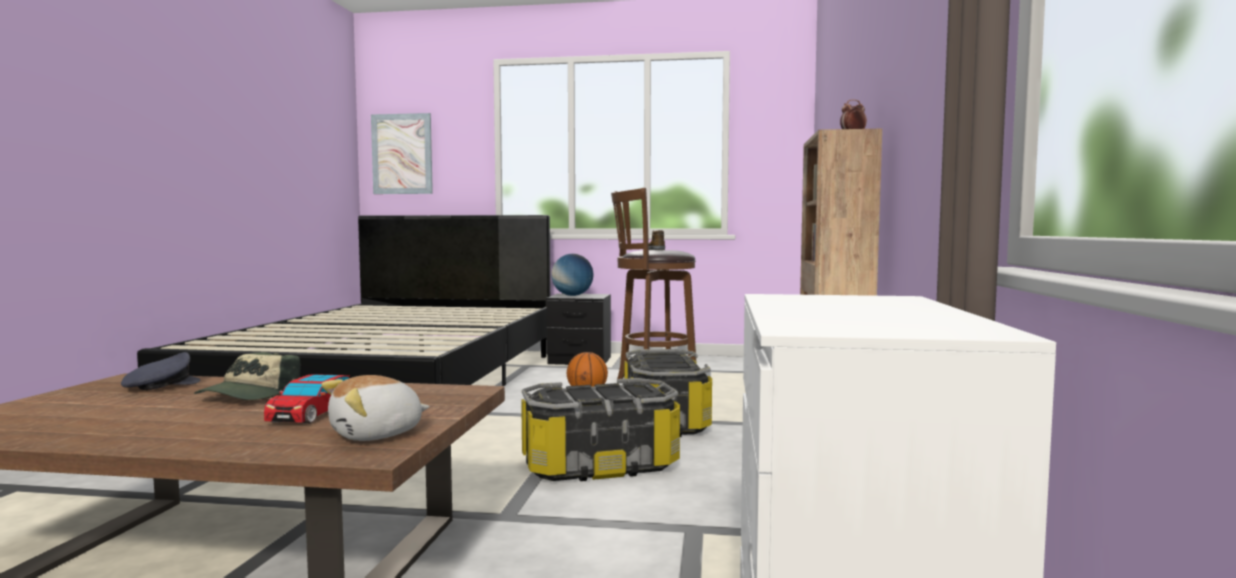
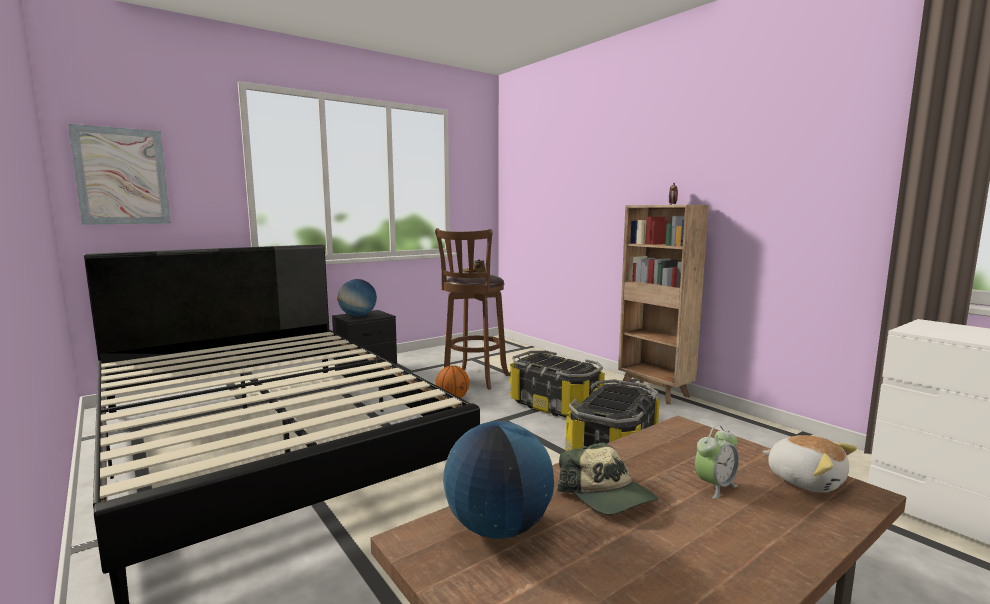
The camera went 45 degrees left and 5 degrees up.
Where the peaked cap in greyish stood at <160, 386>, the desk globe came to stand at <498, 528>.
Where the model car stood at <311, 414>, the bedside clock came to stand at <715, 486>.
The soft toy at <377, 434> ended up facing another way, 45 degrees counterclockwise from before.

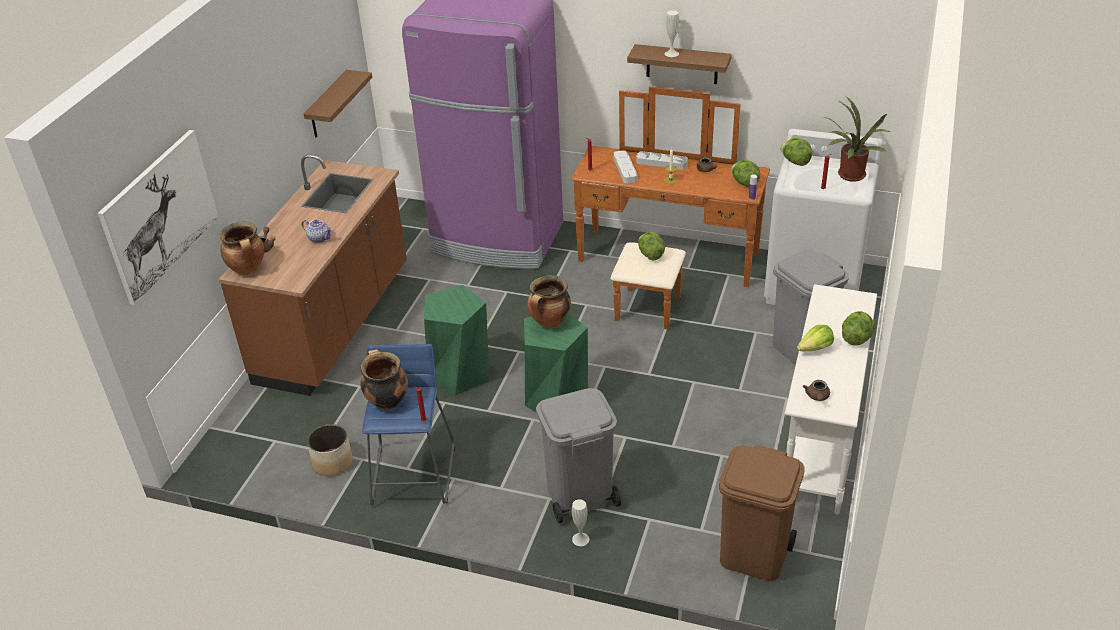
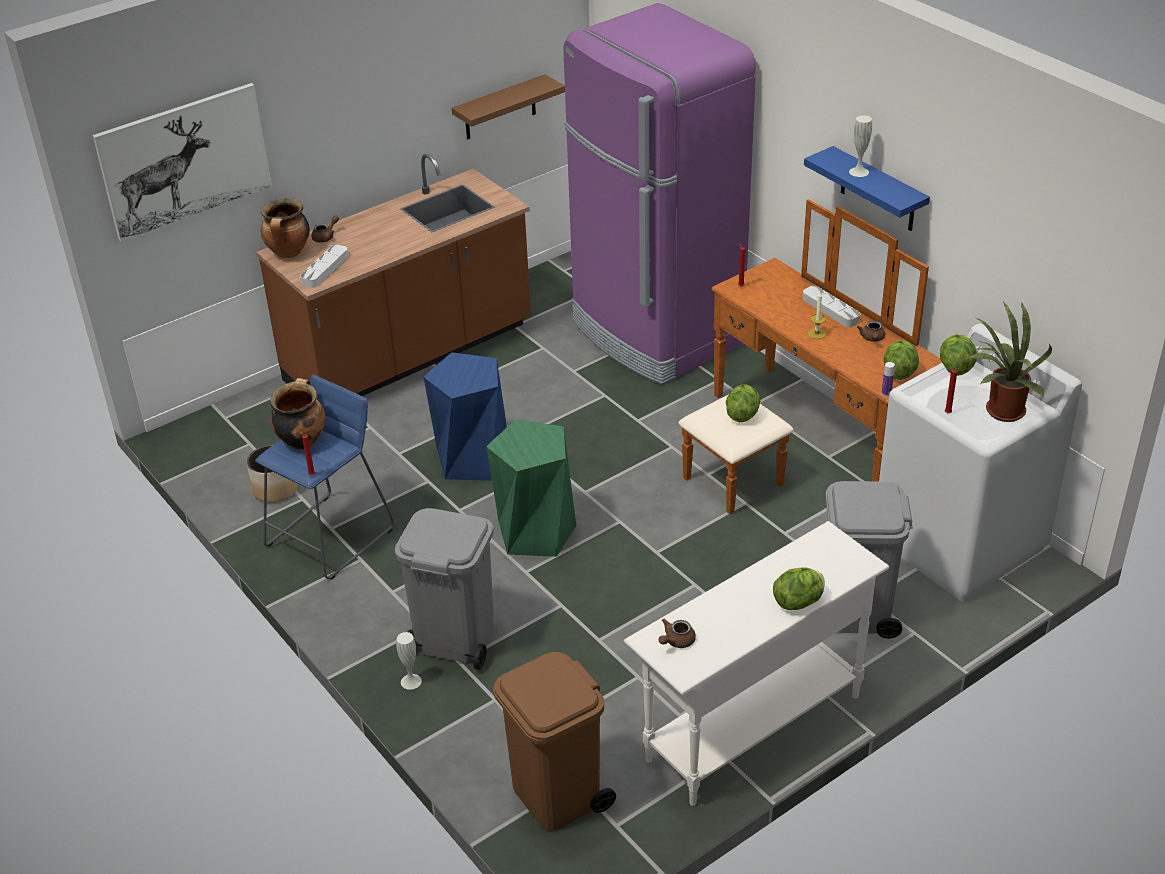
The camera went 35 degrees right and 0 degrees up.
The second view lost the pot for tea at <319, 238>.
The second view lost the cooking pot at <549, 323>.
The second view lost the head of lettuce at <815, 348>.
The tray in greyish ended up elsewhere, having gone from <625, 169> to <325, 269>.
What was the stool in greenish at <460, 373> turned into the stool in blue-coloured at <472, 459>.
What was the shelf in brownish at <682, 64> turned into the shelf in blue-coloured at <878, 190>.

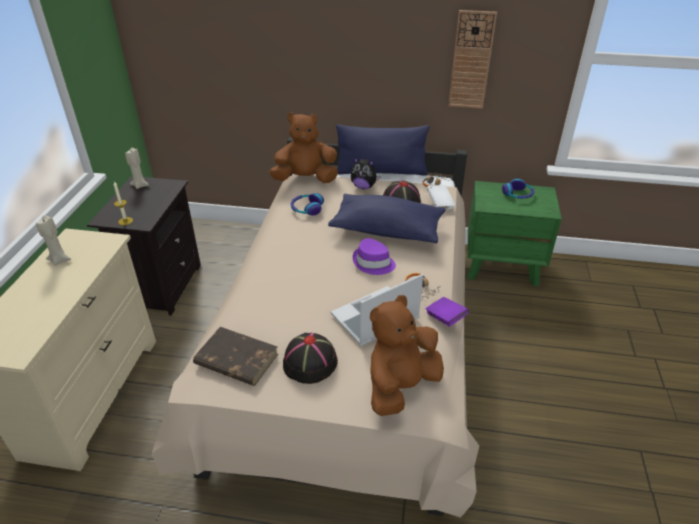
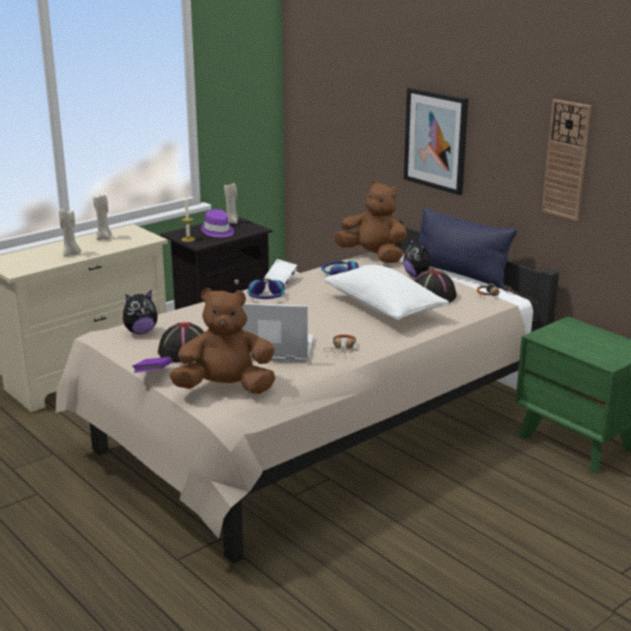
The camera went 40 degrees right and 15 degrees down.
The second view gained the wax light in beige at <71, 254>.
The second view gained the wall art at <436, 140>.
The hat in purple-coloured ended up elsewhere, having gone from <373, 263> to <217, 231>.
The book in purple-coloured ended up elsewhere, having gone from <445, 318> to <153, 374>.
The book in white-coloured ended up elsewhere, having gone from <440, 204> to <280, 281>.
The headset ended up elsewhere, having gone from <517, 194> to <266, 297>.
Where the book in brownish stood at <236, 359>, the soft toy came to stand at <140, 332>.
What was the throw pillow in blue-coloured at <387, 230> turned into the throw pillow in white-coloured at <383, 308>.

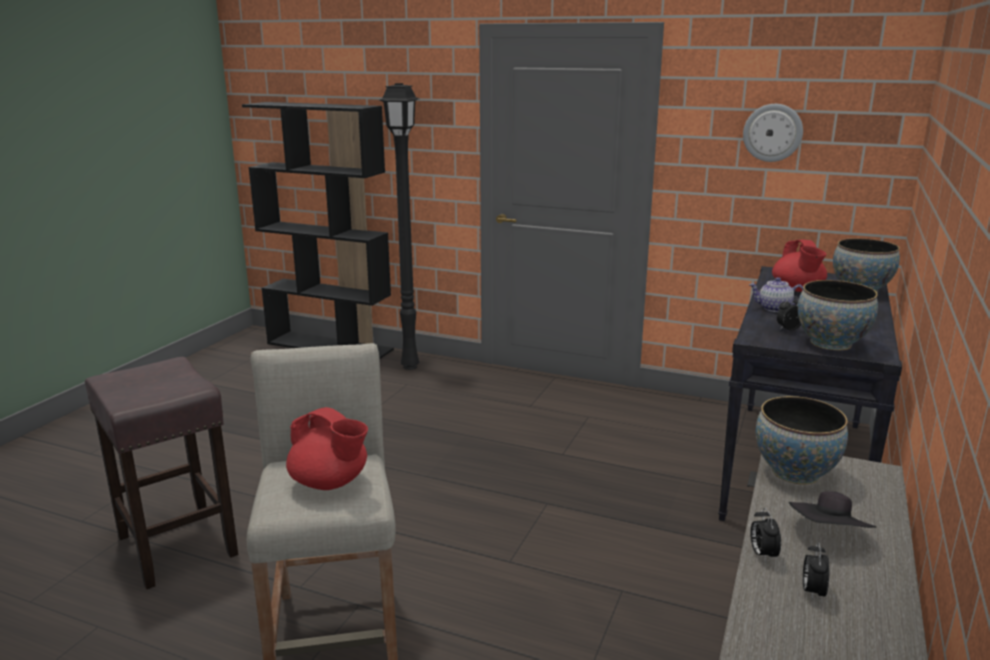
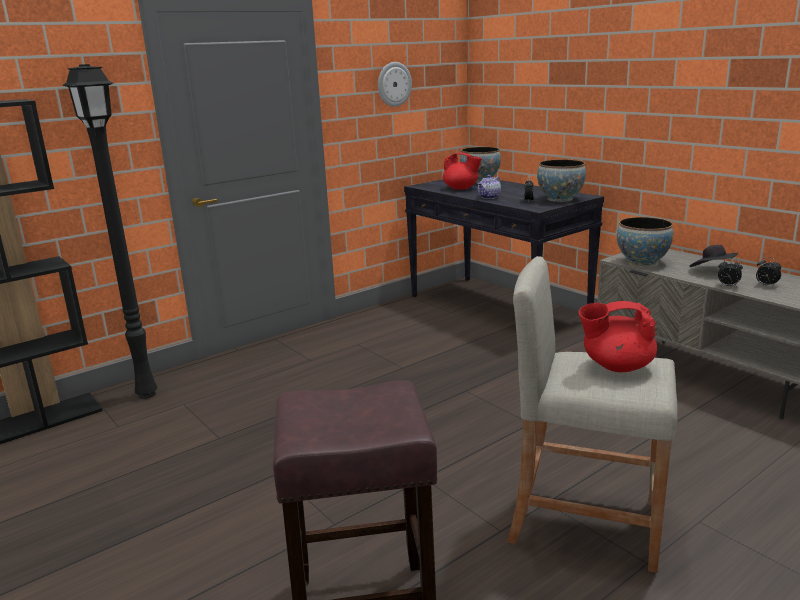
The camera went 60 degrees left and 0 degrees up.
The pot for tea in reddish at <330, 482> ended up facing another way, 150 degrees counterclockwise from before.

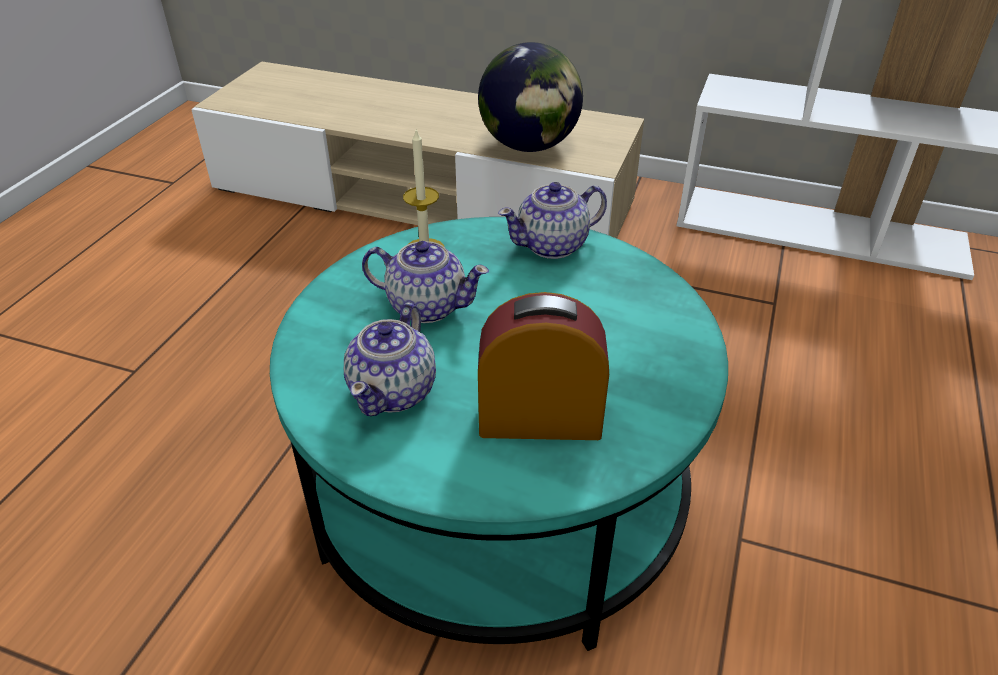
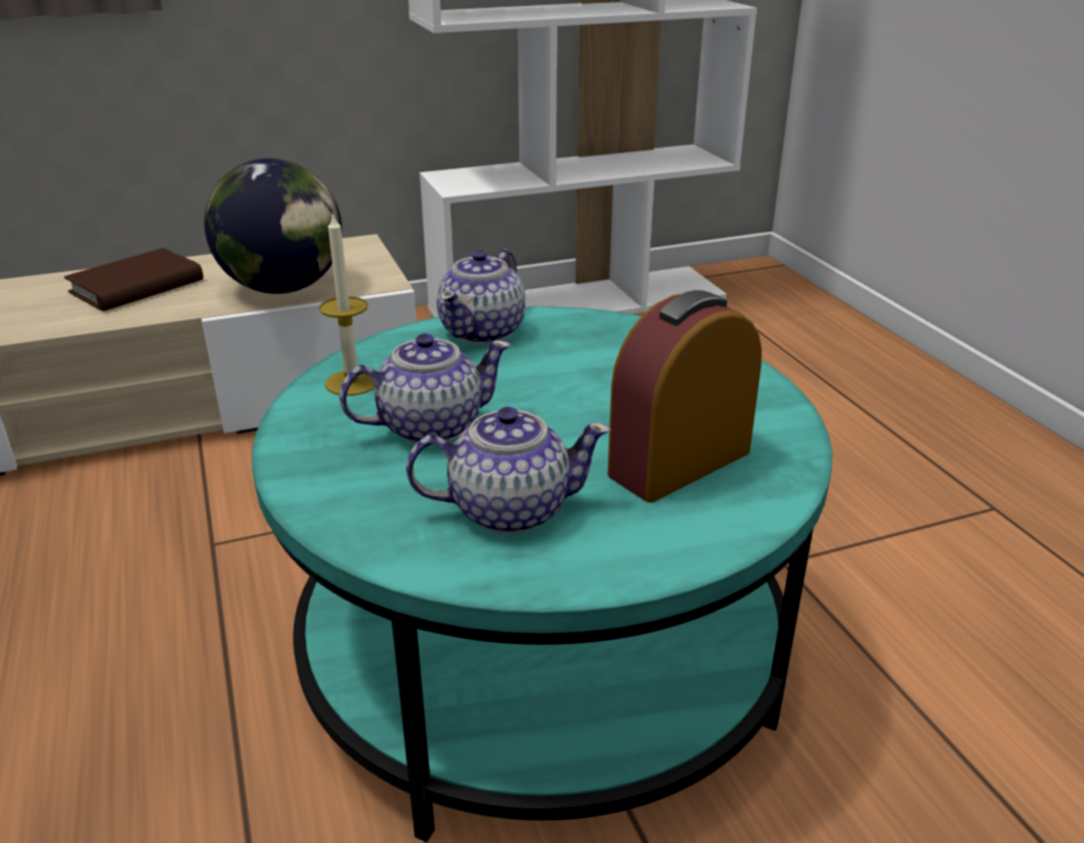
The camera went 40 degrees left and 10 degrees down.
The second view gained the book in brownish at <137, 286>.
The pot for tea at <394, 391> ended up facing another way, 75 degrees counterclockwise from before.

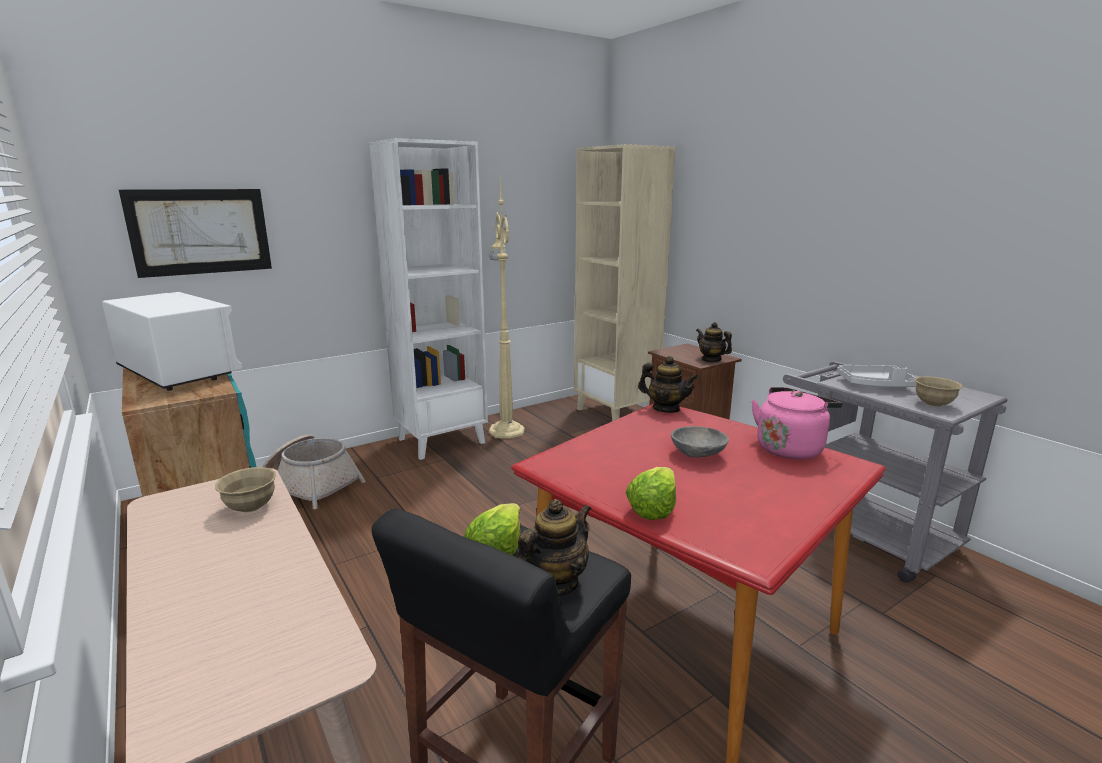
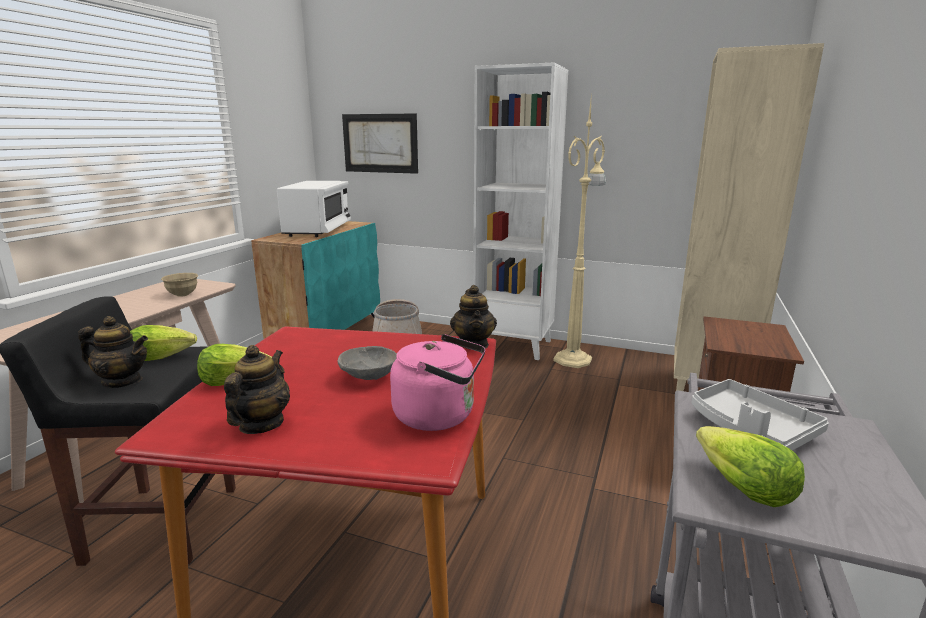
The camera went 55 degrees right and 0 degrees up.
The pot for tea ended up elsewhere, having gone from <711, 360> to <261, 424>.
Where the serving bowl in beige stood at <933, 404>, the head of lettuce came to stand at <741, 487>.

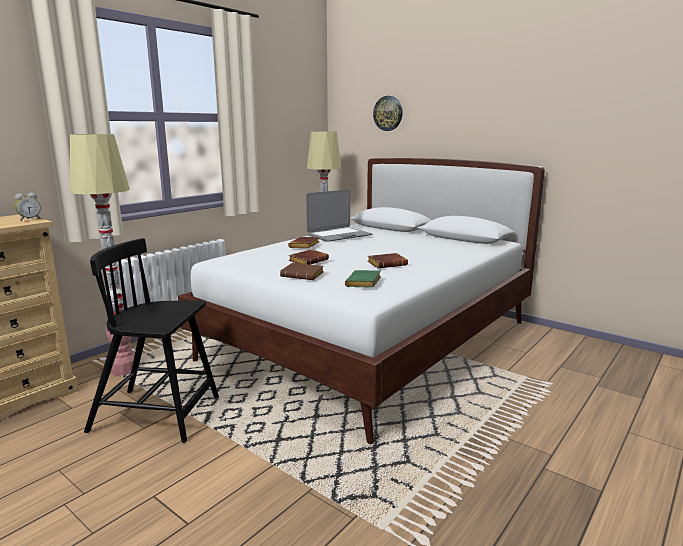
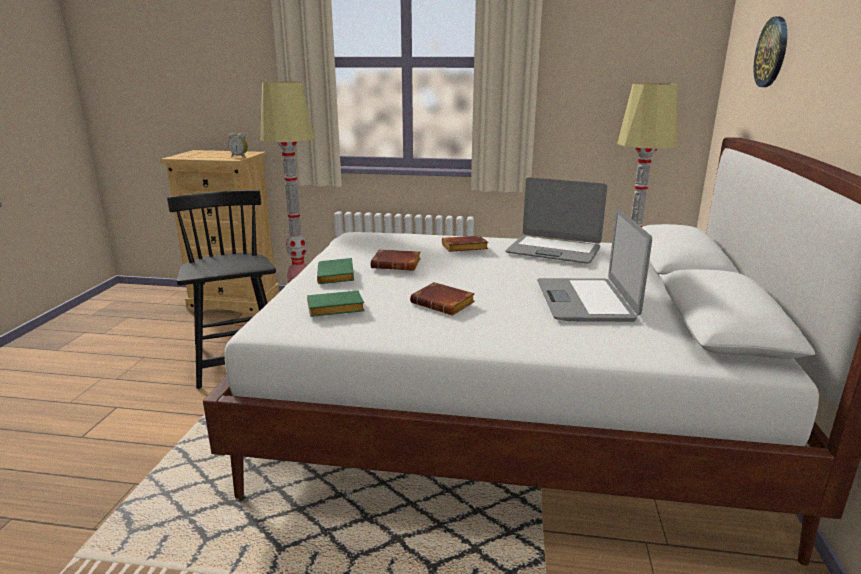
The camera went 60 degrees right and 5 degrees up.
The second view gained the notebook computer at <586, 301>.
What was the book in brownish at <303, 275> turned into the book in greenish at <337, 276>.

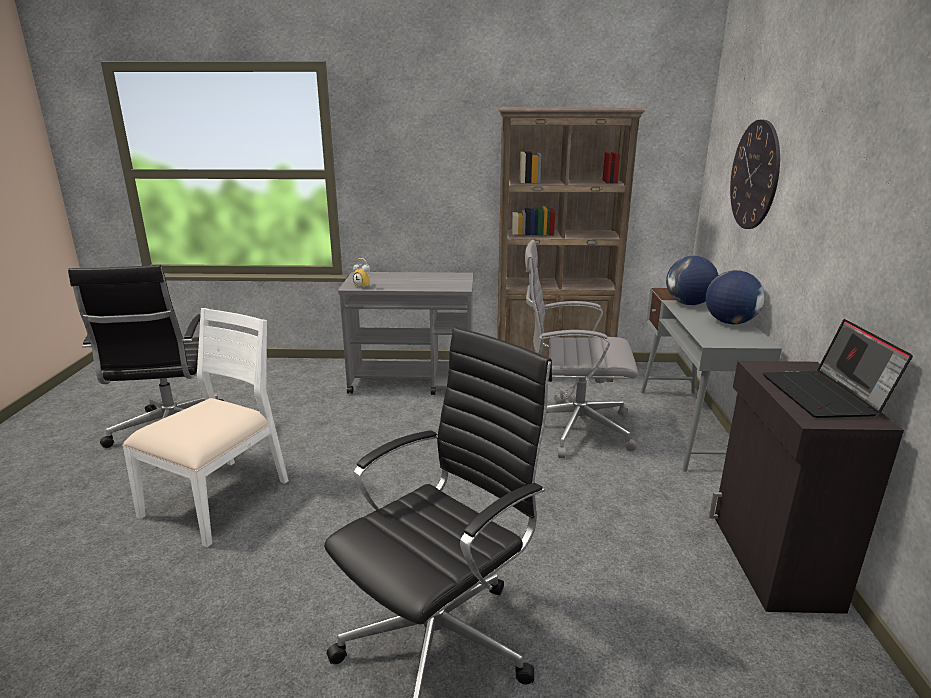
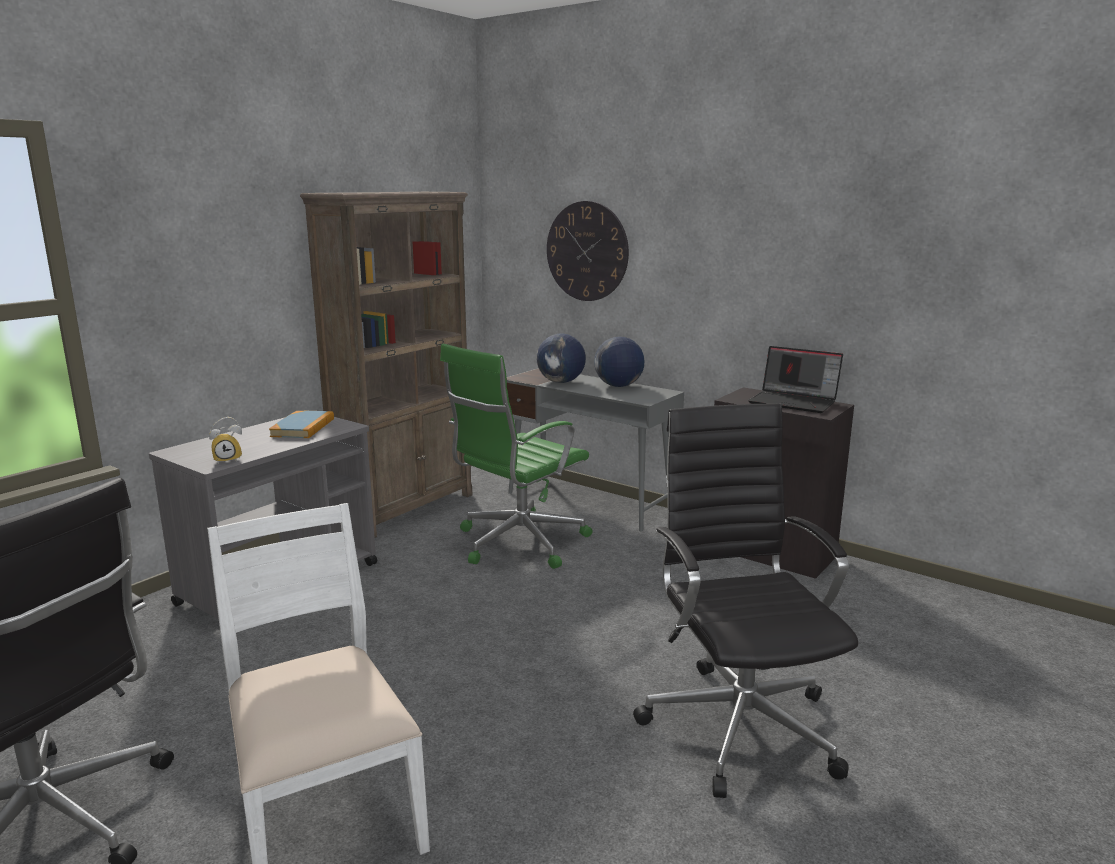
The camera went 55 degrees left and 5 degrees down.
The second view gained the book at <303, 428>.
What was the office chair in greyish at <572, 428> turned into the office chair in greenish at <518, 543>.

